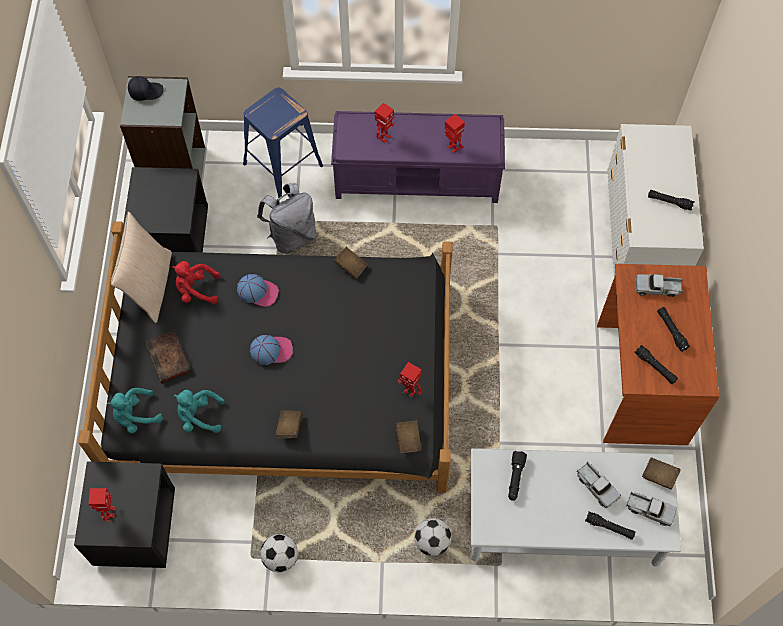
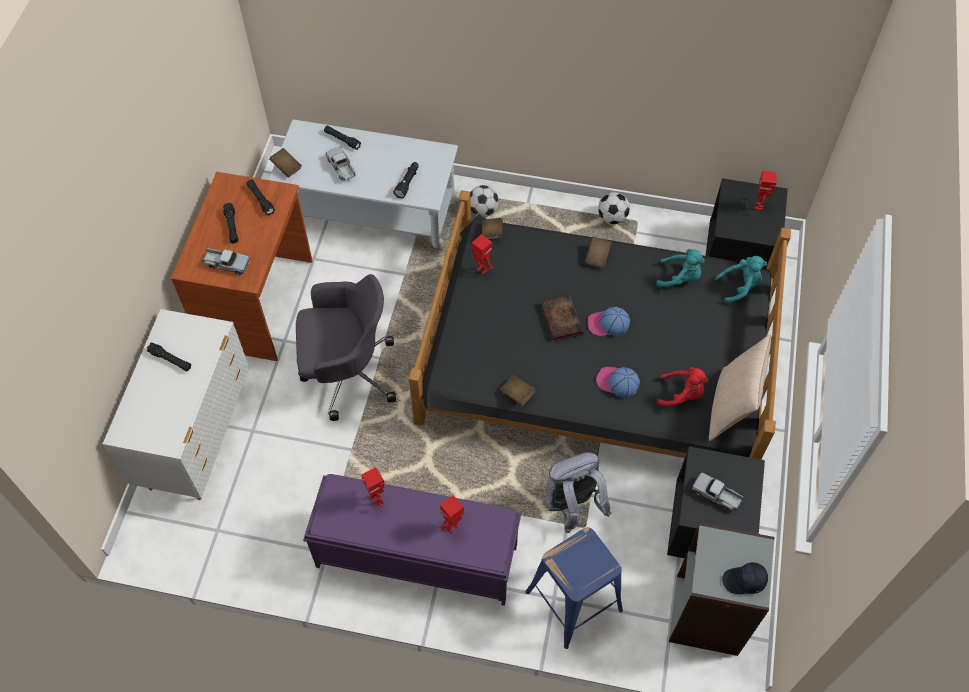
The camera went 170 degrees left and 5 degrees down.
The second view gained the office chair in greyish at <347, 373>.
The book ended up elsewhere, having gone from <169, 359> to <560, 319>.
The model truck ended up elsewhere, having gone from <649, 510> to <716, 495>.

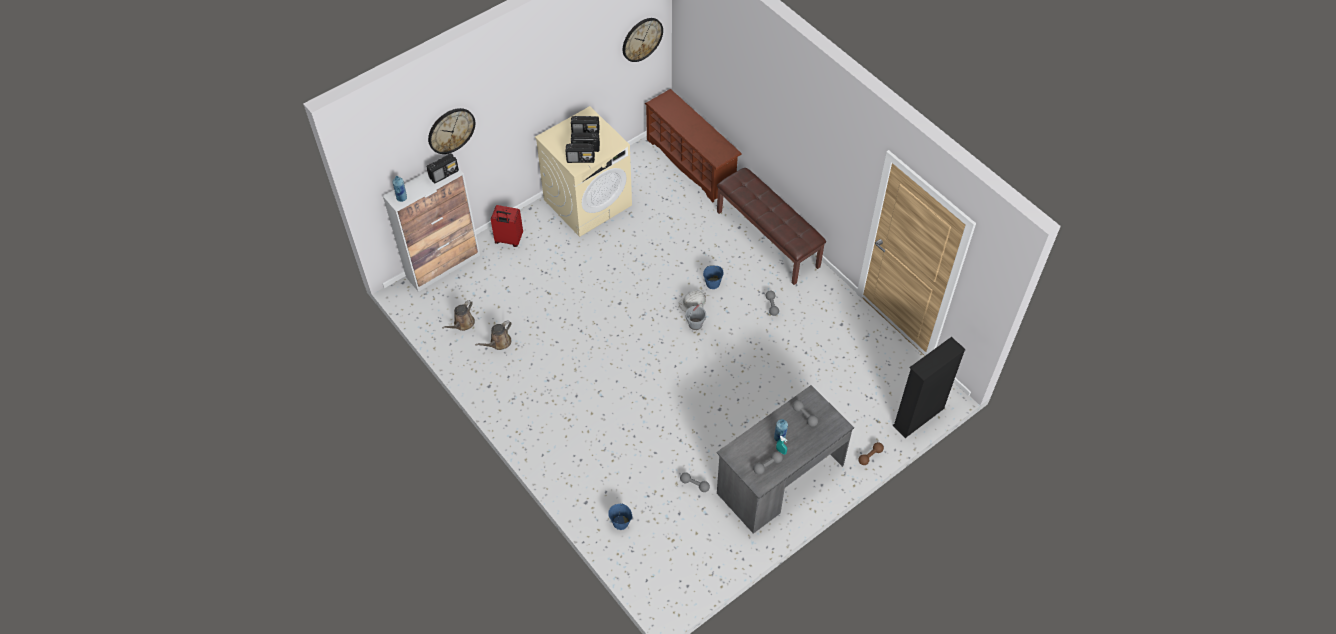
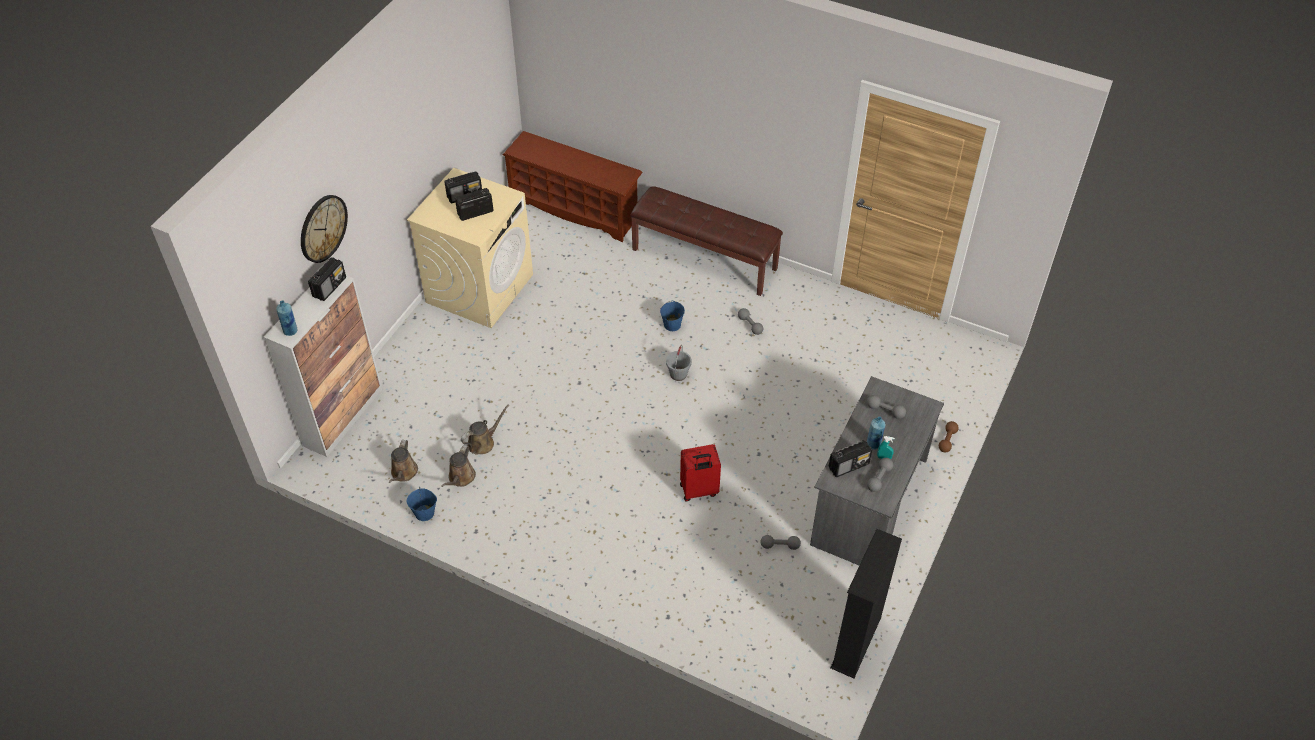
The camera went 25 degrees left and 5 degrees down.
The second view lost the clock on the wall at <642, 39>.
The second view lost the work helmet in white-coloured at <693, 302>.
The second view gained the watering pot in brownish at <483, 442>.
The piece of luggage in reddish ended up elsewhere, having gone from <508, 240> to <699, 491>.
The radio set ended up elsewhere, having gone from <581, 159> to <849, 465>.
The pail in blue-coloured ended up elsewhere, having gone from <621, 522> to <425, 513>.
The shelving unit in black ended up elsewhere, having gone from <918, 417> to <856, 643>.

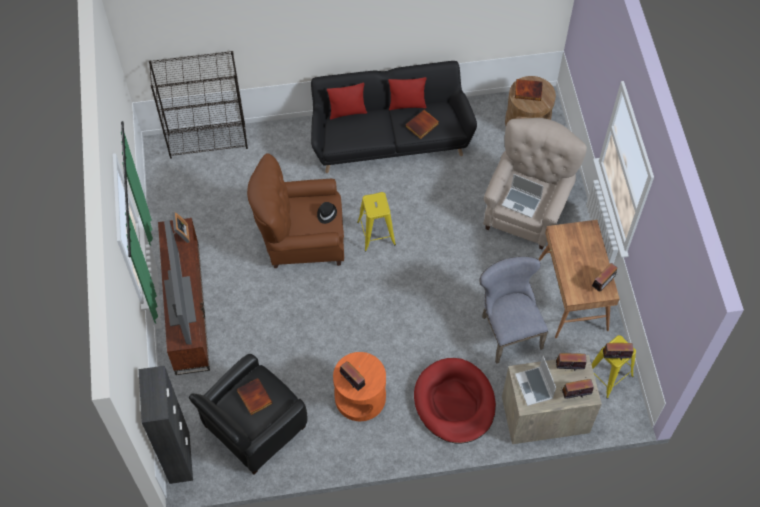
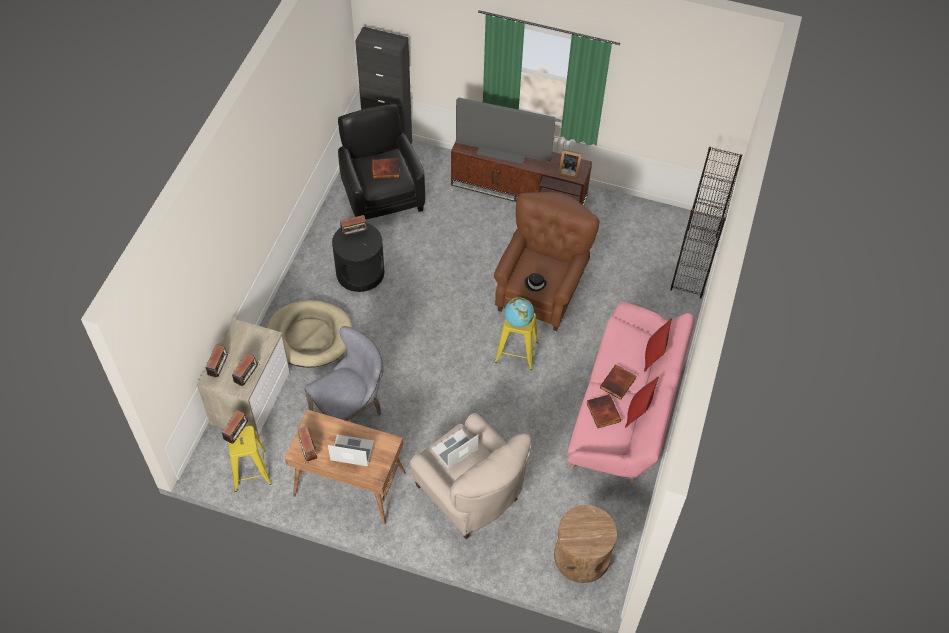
The camera went 115 degrees right and 5 degrees down.
The second view gained the desk globe at <518, 321>.
The book ended up elsewhere, having gone from <528, 90> to <618, 383>.
The notebook computer ended up elsewhere, having gone from <534, 387> to <351, 452>.
What was the sofa in black at <389, 138> turned into the sofa in pink at <625, 412>.
What was the end table in orangey at <360, 397> turned into the end table in black at <360, 272>.
What was the dog bed in reddish at <454, 402> turned into the dog bed in beige at <309, 336>.
The chair in greyish at <508, 329> ended up facing another way, 45 degrees counterclockwise from before.

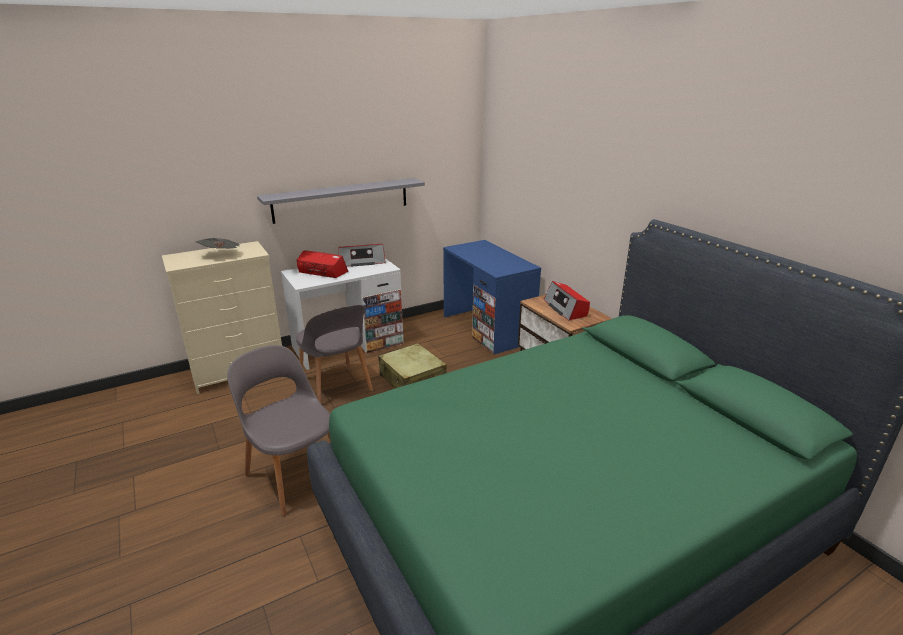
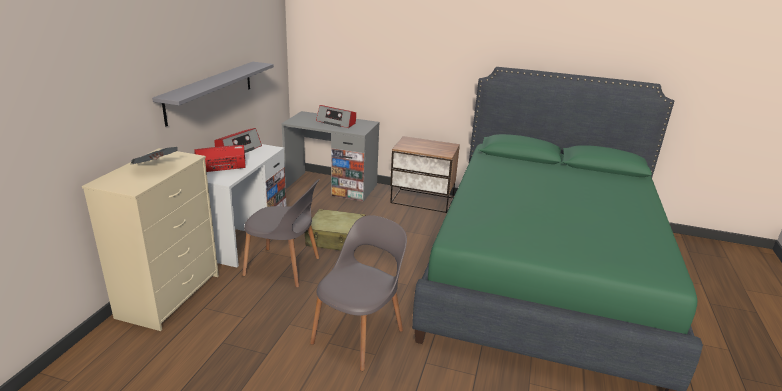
The camera went 45 degrees left and 0 degrees up.
The radio set ended up elsewhere, having gone from <565, 308> to <336, 122>.
What was the desk table in blue-coloured at <487, 328> turned into the desk table in greyish at <331, 186>.
The chair in greyish at <294, 475> ended up facing another way, 120 degrees clockwise from before.

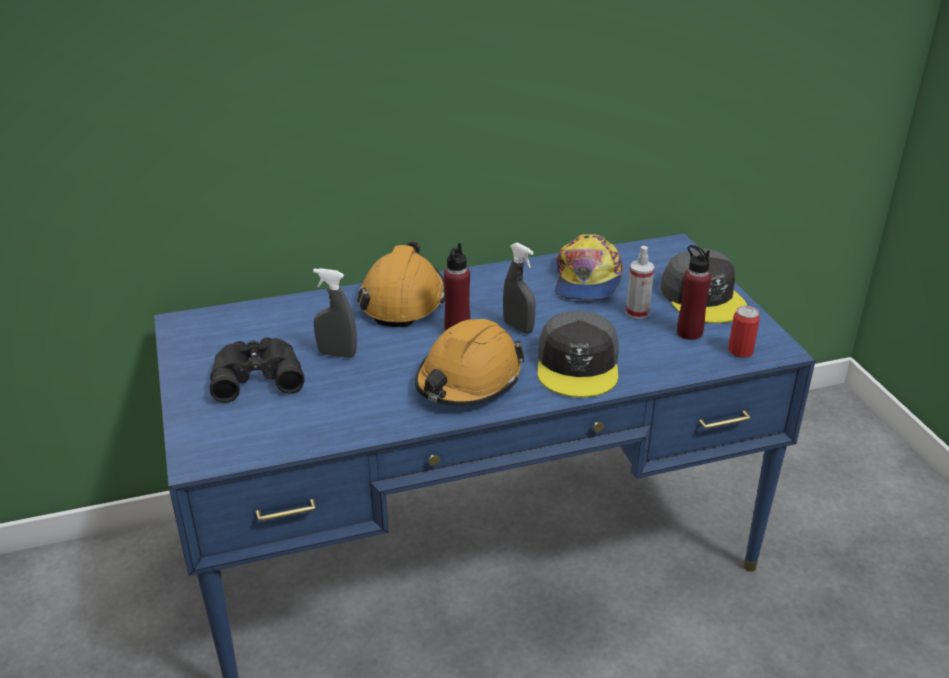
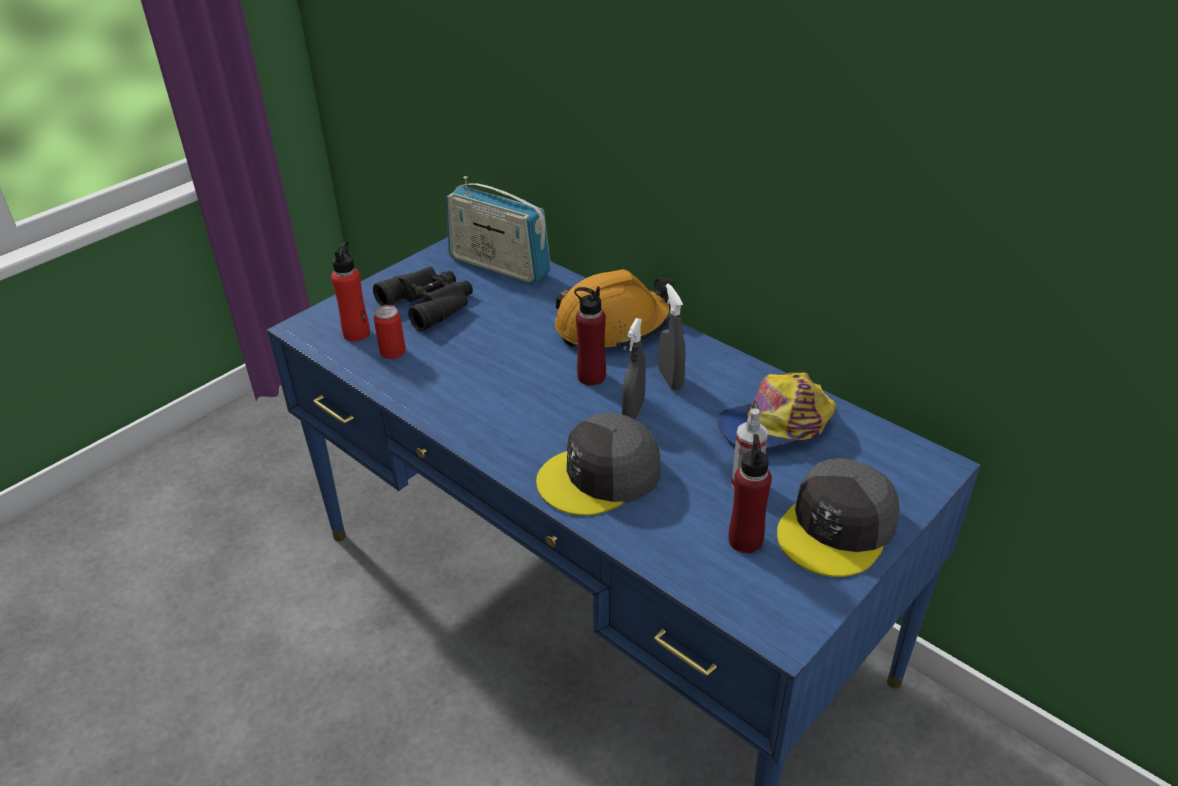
The camera went 60 degrees right and 5 degrees up.
The second view lost the work helmet in orangey at <468, 380>.
The second view gained the drink bottle in reddish at <356, 333>.
The second view gained the radio set at <499, 266>.
The sprayer in greyish ended up elsewhere, having gone from <337, 354> to <670, 380>.
The sealed can ended up elsewhere, having gone from <740, 351> to <392, 352>.

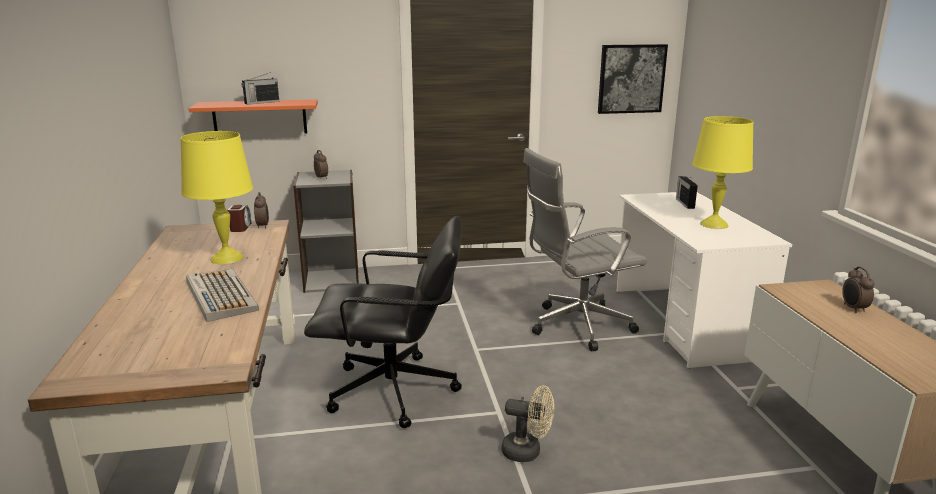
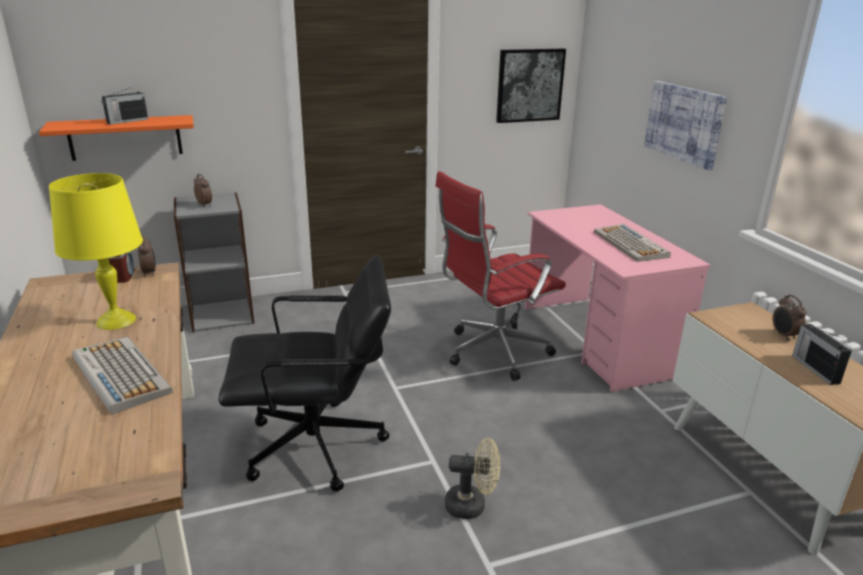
The camera went 10 degrees left and 5 degrees up.
The second view gained the wall art at <684, 123>.
The radio set ended up elsewhere, having gone from <685, 203> to <814, 368>.
Where the table lamp in yellow stood at <714, 224>, the keyboard came to stand at <631, 244>.
What was the office chair in greyish at <576, 326> turned into the office chair in reddish at <492, 352>.
What was the desk table in white-coloured at <684, 323> turned into the desk table in pink at <597, 340>.

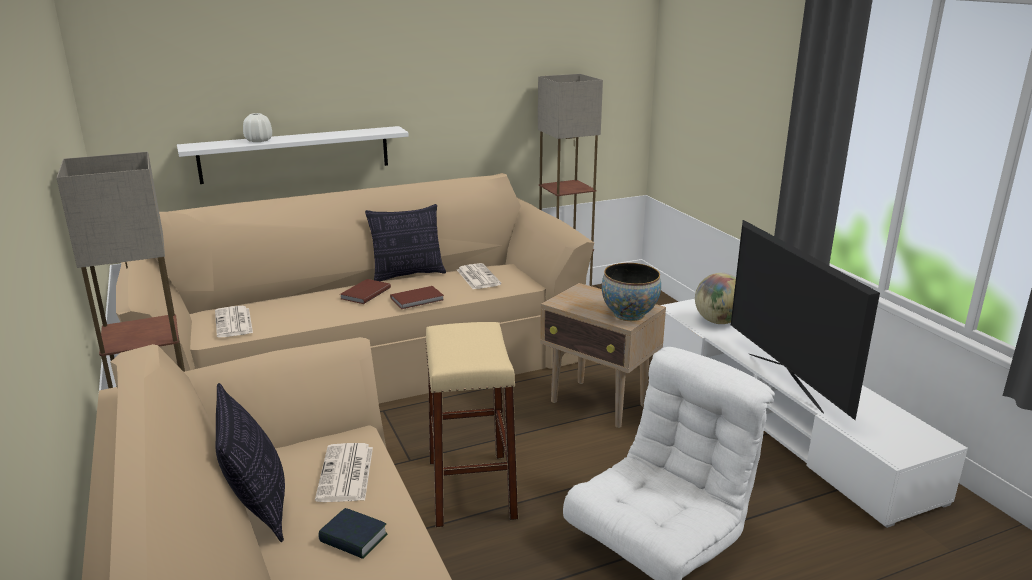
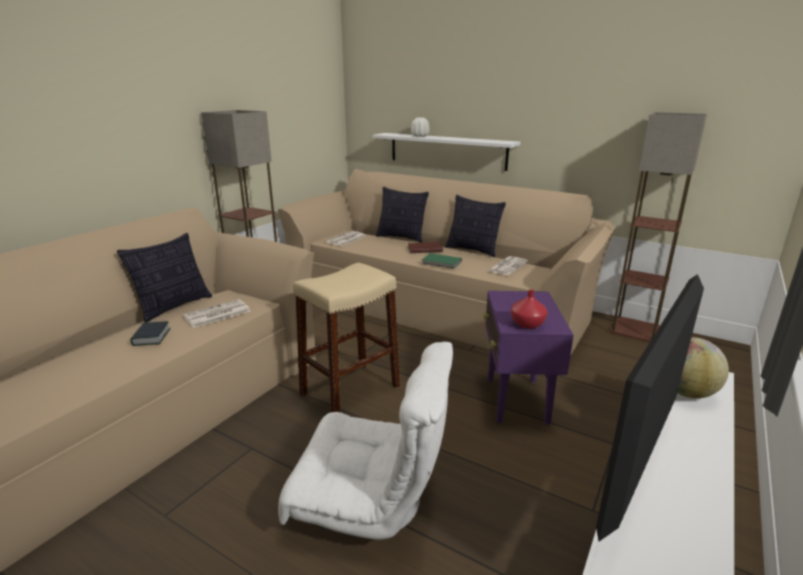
The camera went 55 degrees right and 0 degrees up.
The second view gained the throw pillow at <401, 237>.
Where the serving bowl stood at <629, 314>, the decorative vase in reddish came to stand at <528, 324>.
What was the book in brownish at <418, 299> turned into the book in greenish at <442, 262>.
What was the end table in beige at <599, 404> turned into the end table in purple-coloured at <516, 401>.

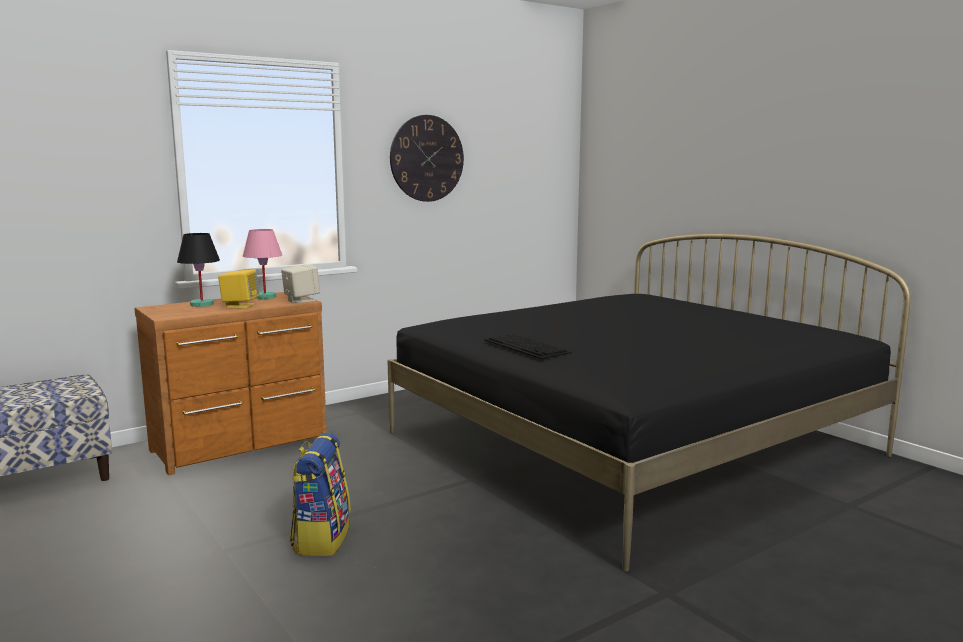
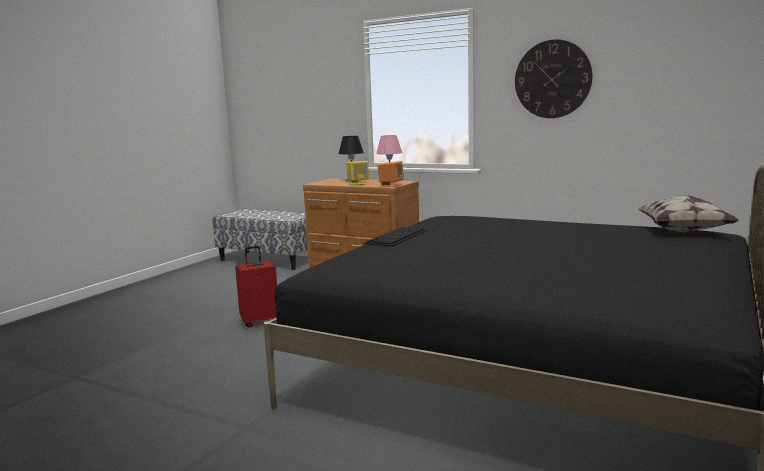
The camera went 65 degrees right and 0 degrees up.
The second view gained the throw pillow at <684, 231>.
Where the backpack stood at <321, 538>, the piece of luggage in reddish came to stand at <260, 321>.
What was the audio speaker in beige at <301, 300> turned into the audio speaker in orangey at <391, 185>.

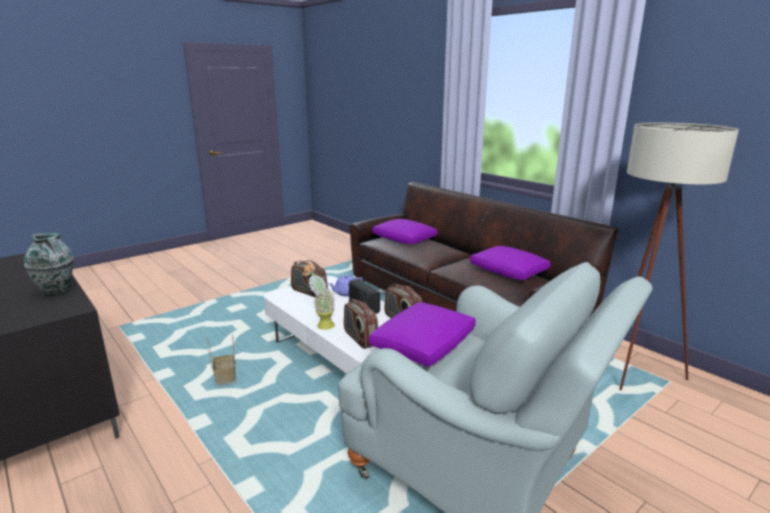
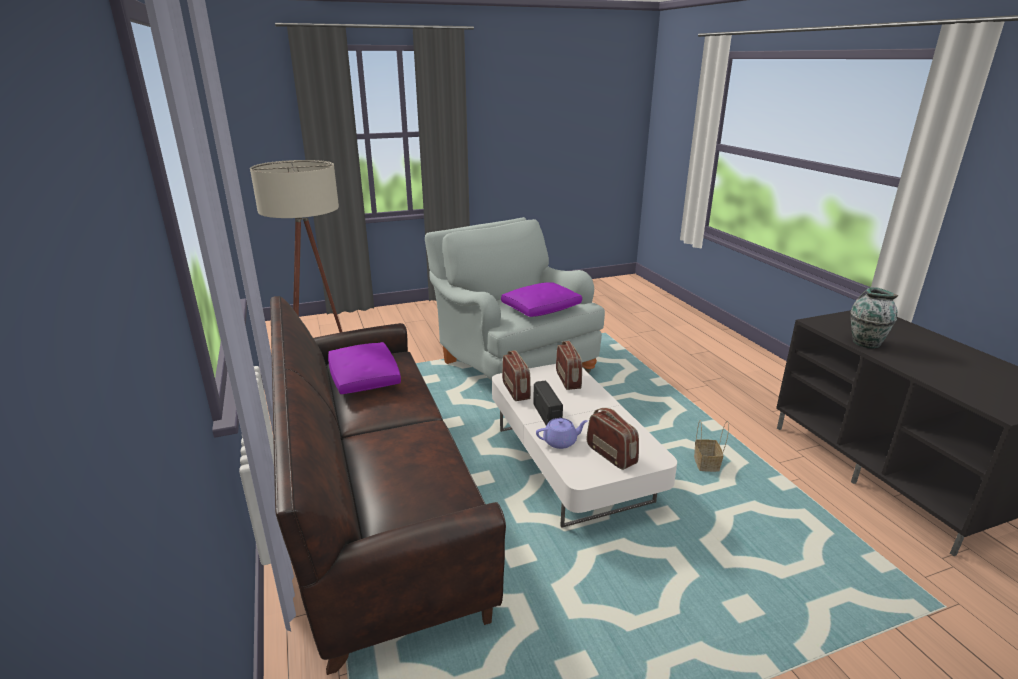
The camera went 160 degrees left and 5 degrees up.
The second view lost the plant in a pot at <321, 325>.
The second view lost the throw pillow in purple-coloured at <404, 239>.

